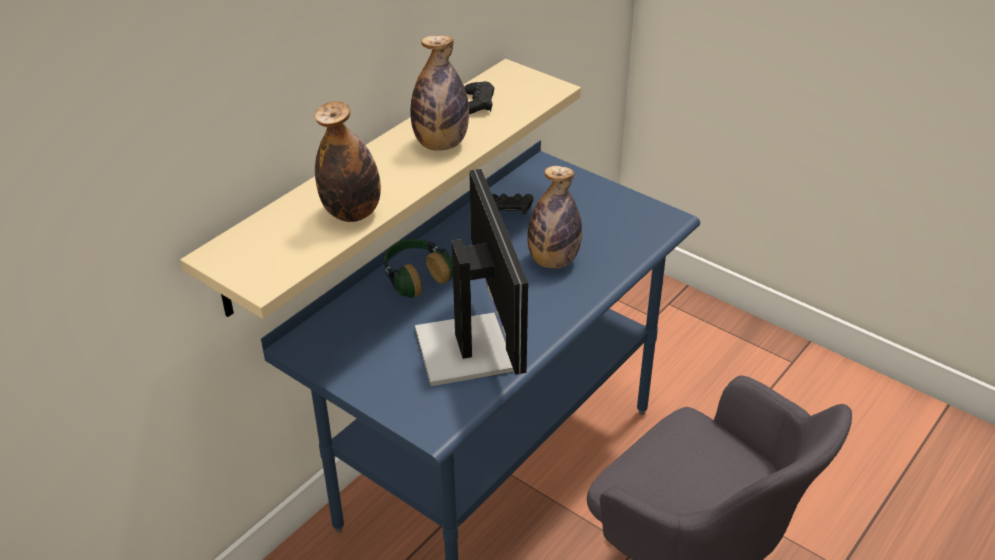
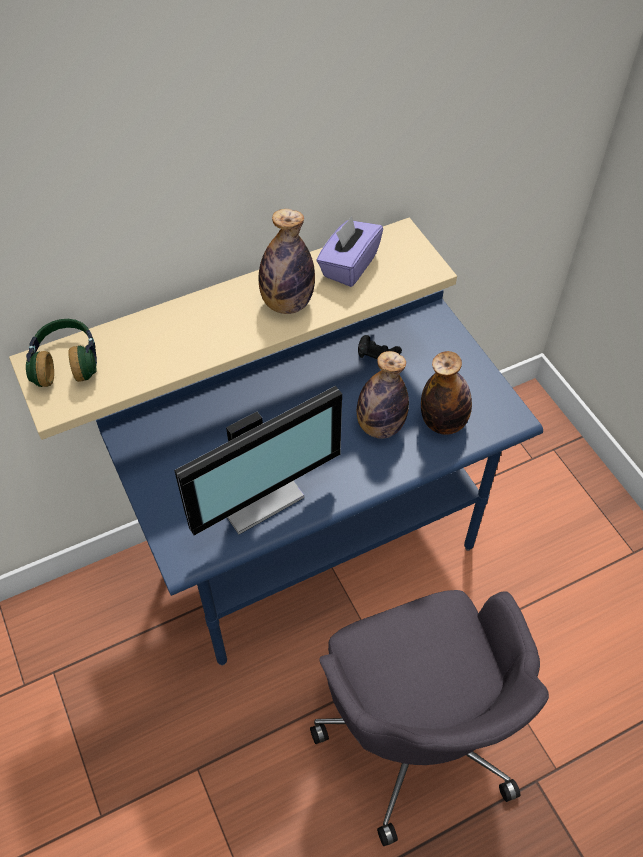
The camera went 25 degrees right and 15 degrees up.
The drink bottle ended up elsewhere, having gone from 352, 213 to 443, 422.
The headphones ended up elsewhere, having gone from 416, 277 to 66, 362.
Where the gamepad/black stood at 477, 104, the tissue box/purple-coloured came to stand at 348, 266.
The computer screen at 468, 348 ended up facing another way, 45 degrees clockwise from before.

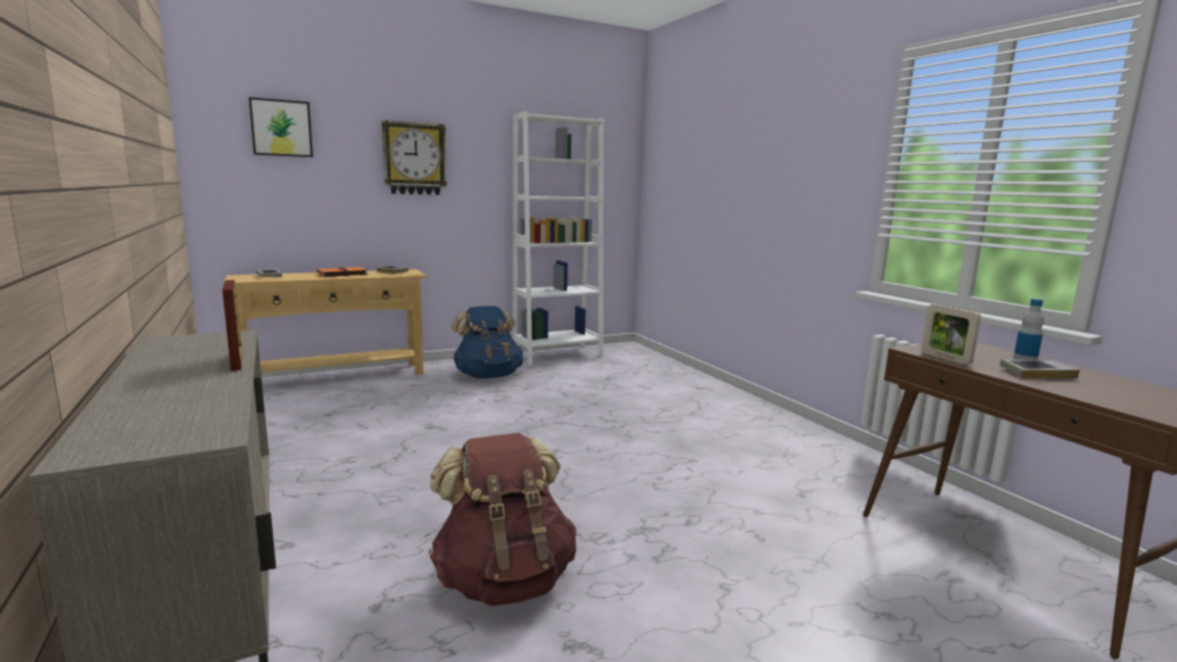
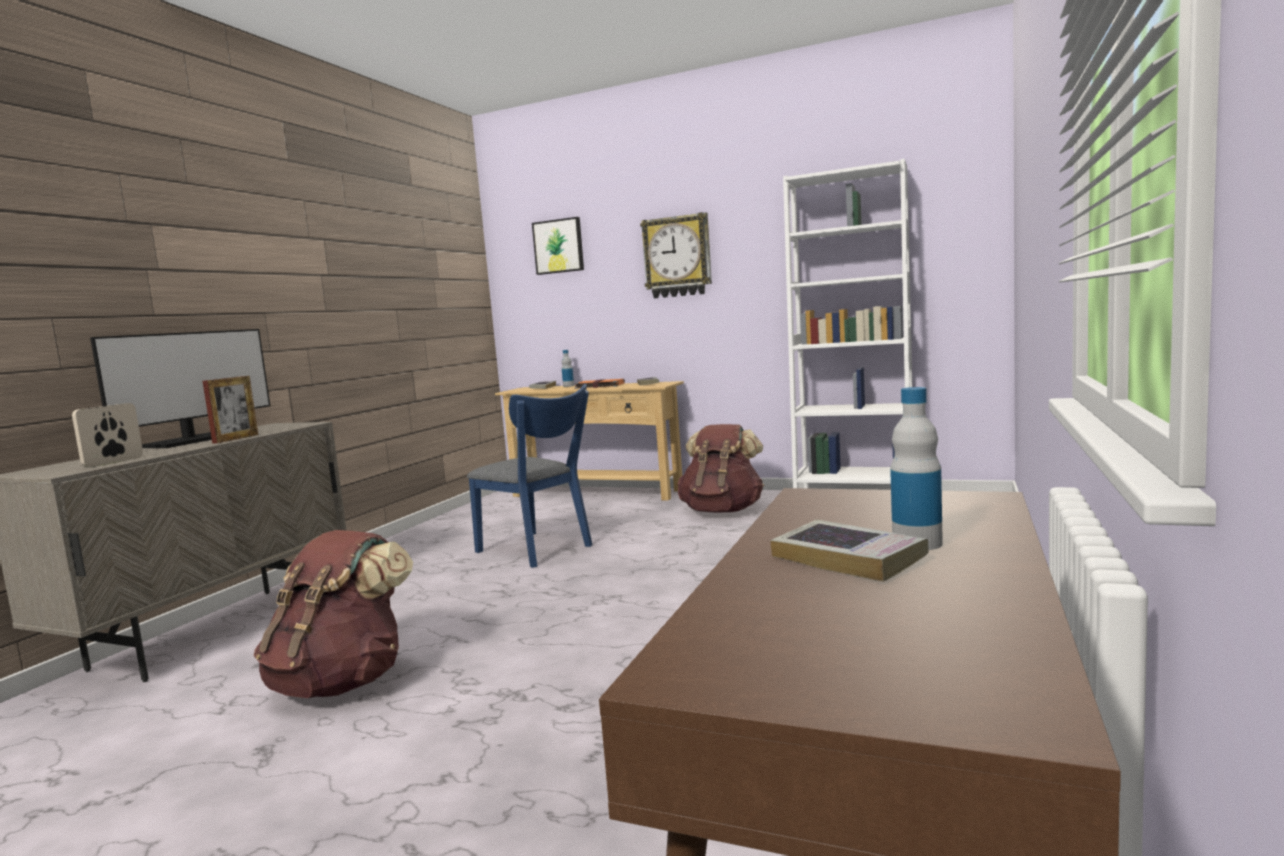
The camera went 50 degrees right and 5 degrees down.
The second view gained the computer screen at 195, 440.
The second view gained the chair/bluish at 539, 550.
The second view gained the drink bottle at 568, 386.
The photo frame ended up elsewhere, having gone from 945, 358 to 113, 462.
What was the rucksack/bluish at 488, 376 turned into the rucksack/brown at 722, 511.

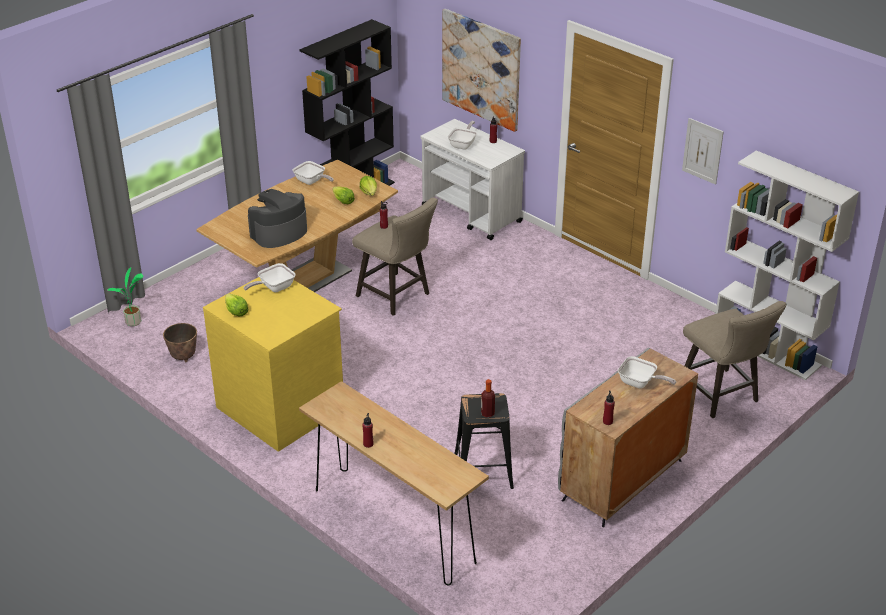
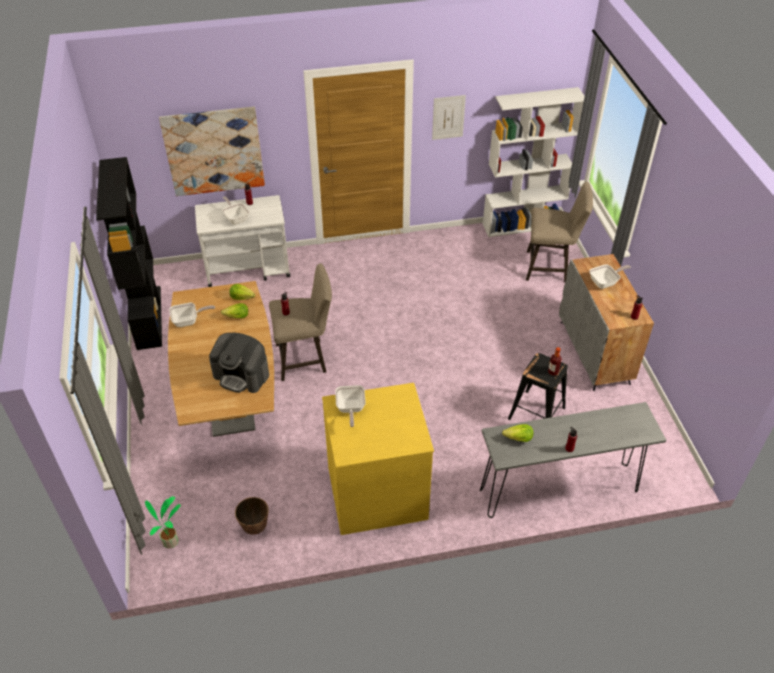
The camera went 55 degrees left and 10 degrees up.
The lettuce head ended up elsewhere, having gone from 236, 311 to 518, 438.
What was the console table/brown at 393, 525 turned into the console table/greyish at 559, 490.
The coffee maker at 278, 233 ended up facing another way, 60 degrees counterclockwise from before.

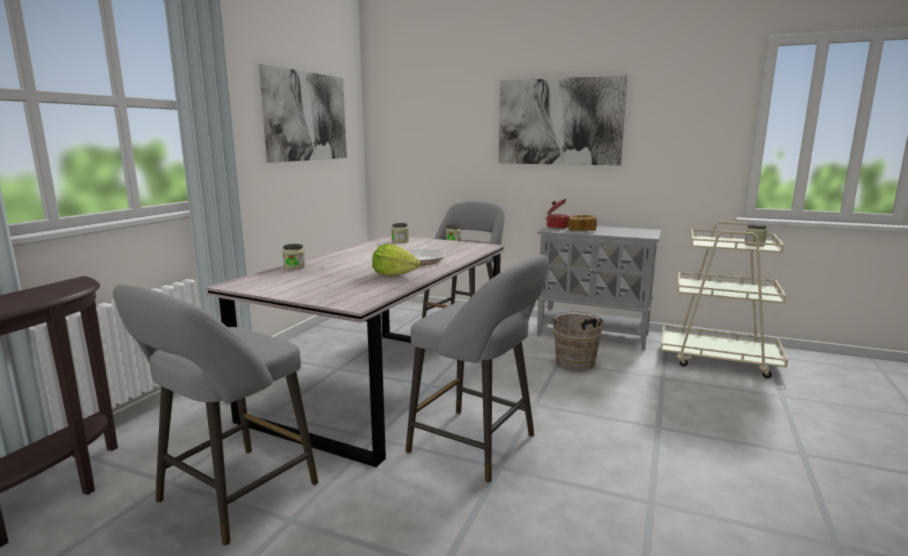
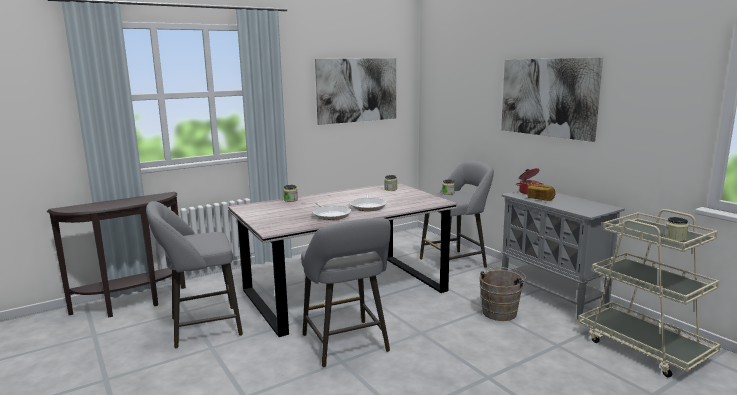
The camera went 35 degrees right and 0 degrees up.
Where the lettuce head stood at 394, 275, the frying pan came to stand at 331, 215.

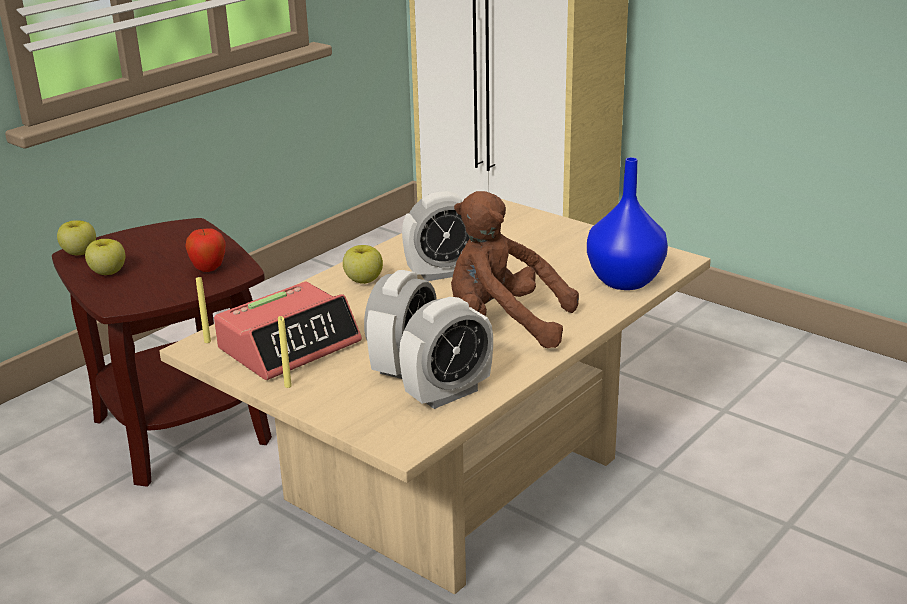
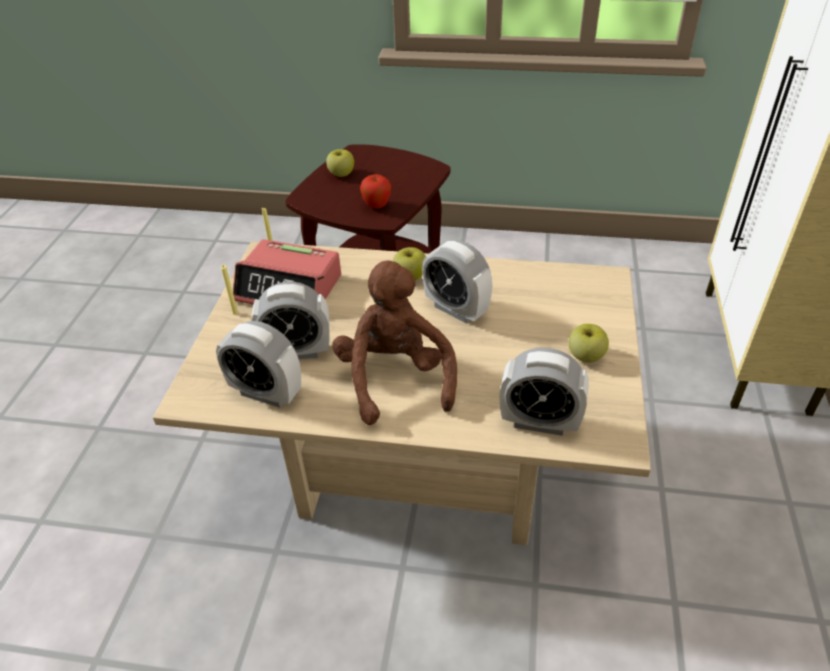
The camera went 60 degrees right and 15 degrees up.
The apple fruit ended up elsewhere, having gone from 79, 253 to 585, 356.
Where the flower vase/bluish stood at 624, 280, the table clock came to stand at 539, 422.

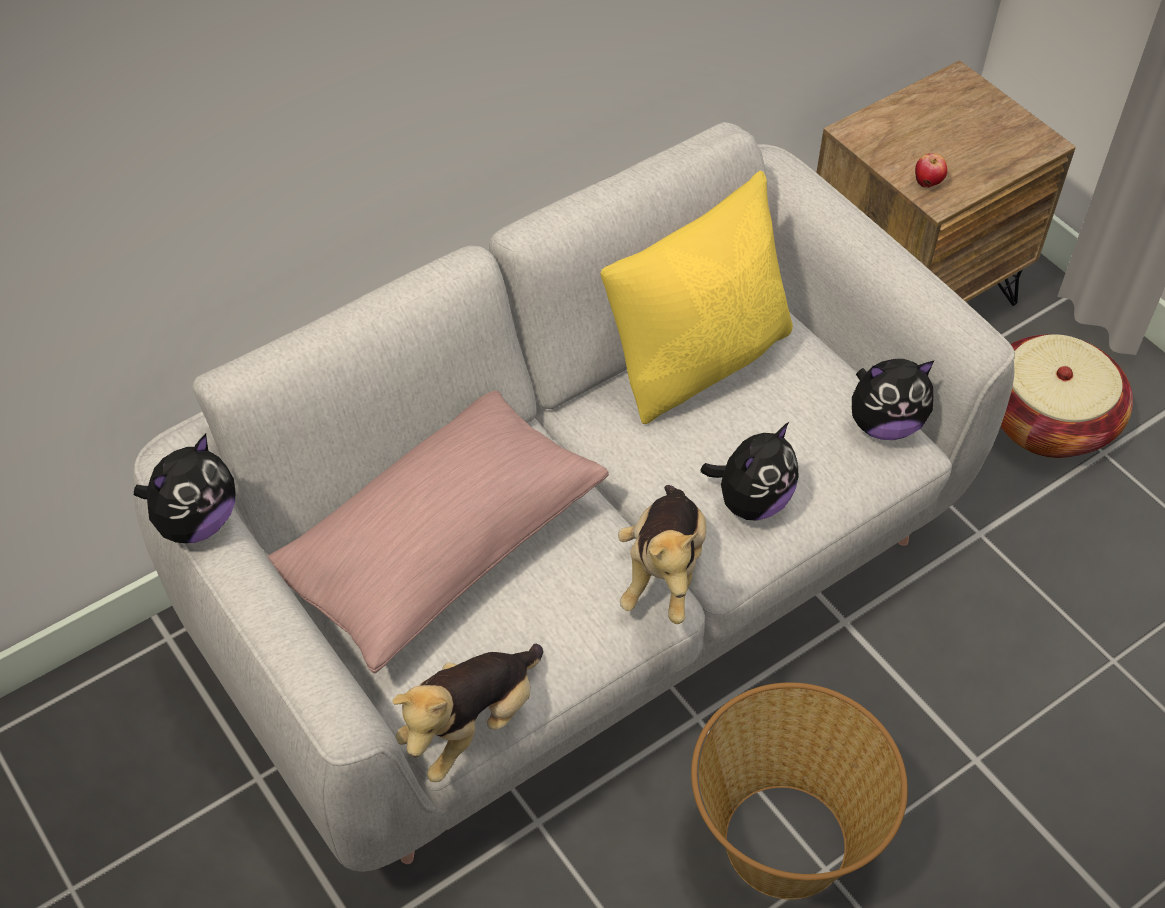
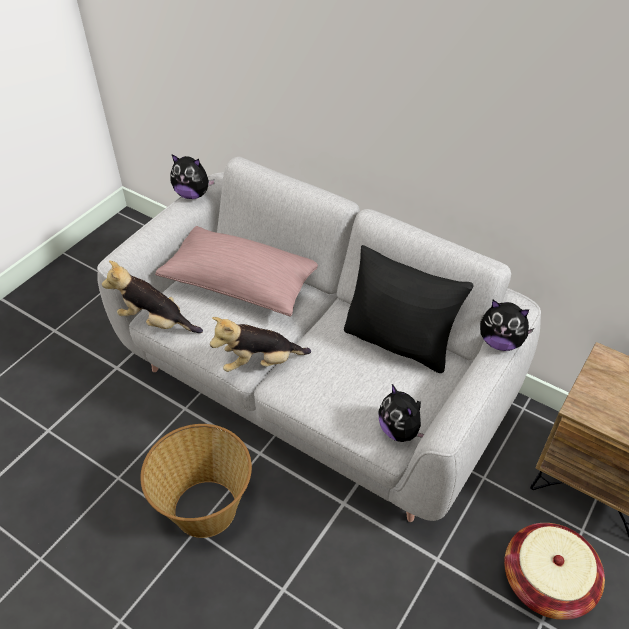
The camera went 70 degrees right and 5 degrees down.
The second view lost the apple fruit at 928, 184.
The cuddly toy ended up elsewhere, having gone from 751, 501 to 500, 342.
What was the cushion/yellow-coloured at 700, 359 turned into the cushion/black at 399, 342.

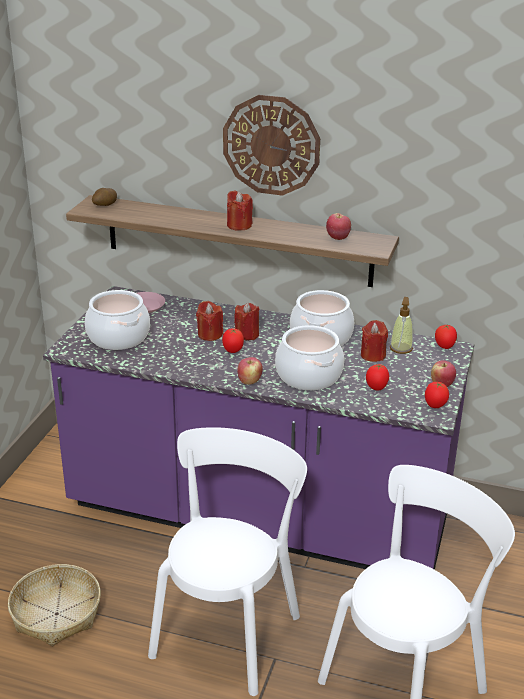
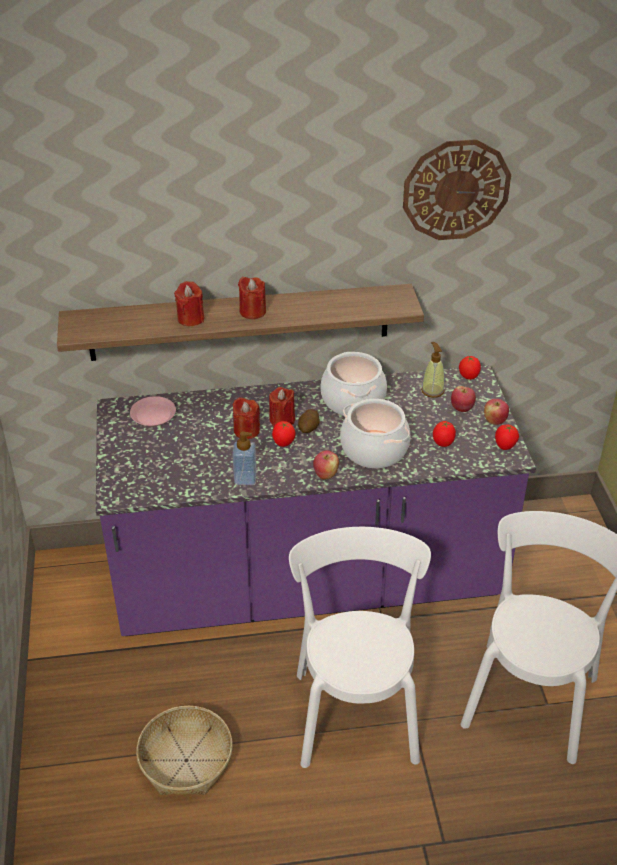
The camera went 25 degrees left and 10 degrees up.
The second view lost the stockpot at 119, 337.
The second view gained the soap dispenser at 245, 478.
The whole potato ended up elsewhere, having gone from 105, 205 to 309, 428.
The hanging clock ended up elsewhere, having gone from 271, 145 to 456, 190.
The apple fruit ended up elsewhere, having gone from 338, 238 to 462, 408.
The wax light/red ended up elsewhere, having gone from 373, 355 to 190, 318.

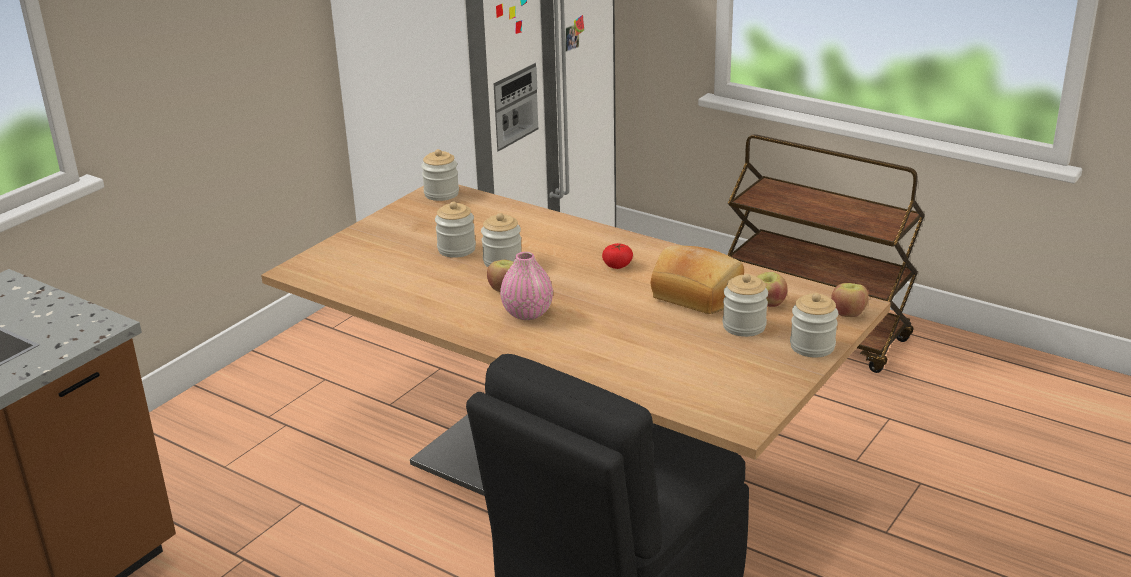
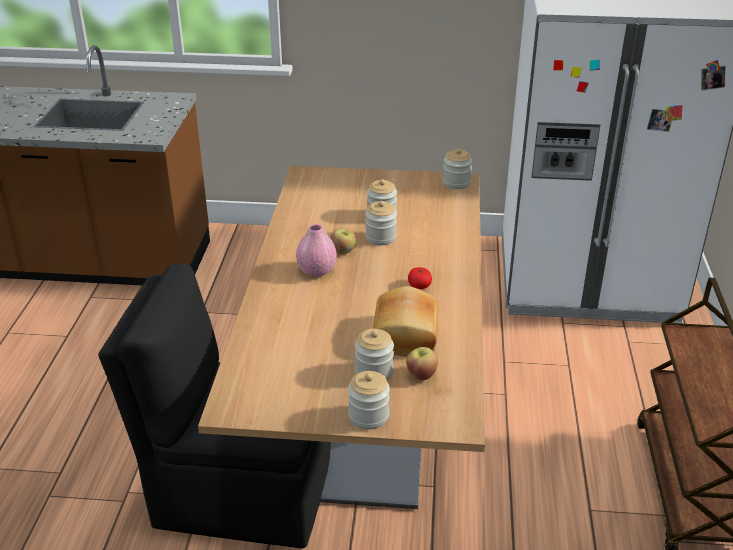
The camera went 60 degrees right and 5 degrees up.
The second view lost the apple fruit at 848, 313.

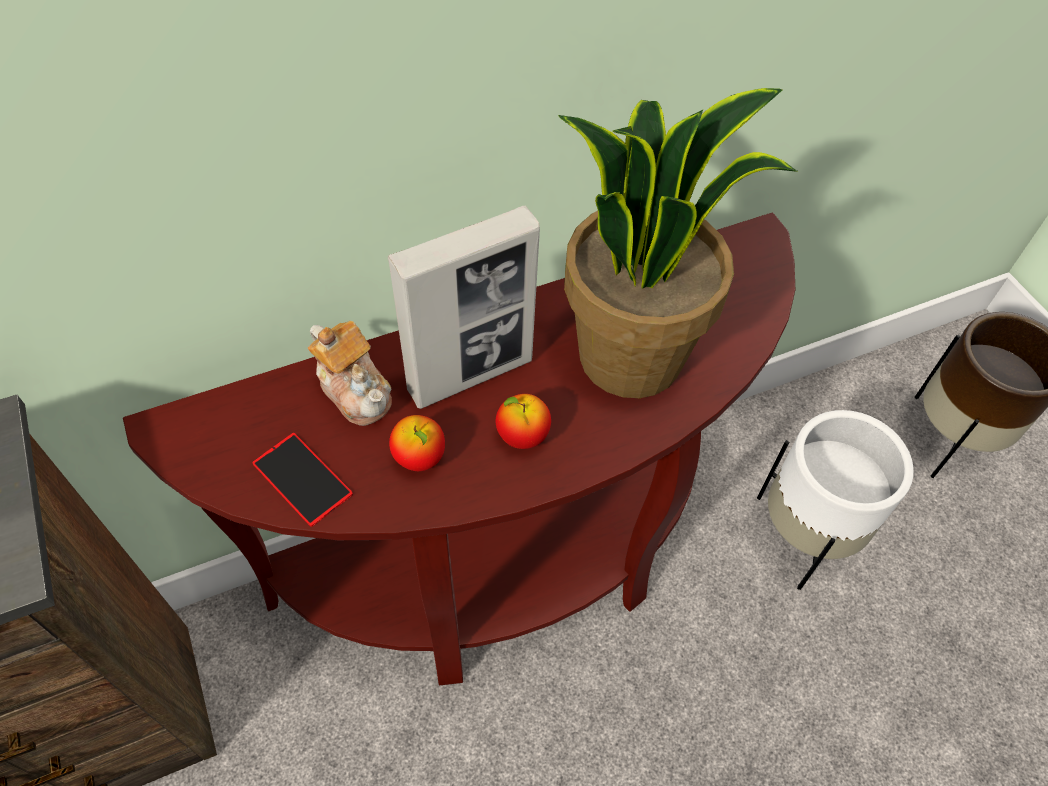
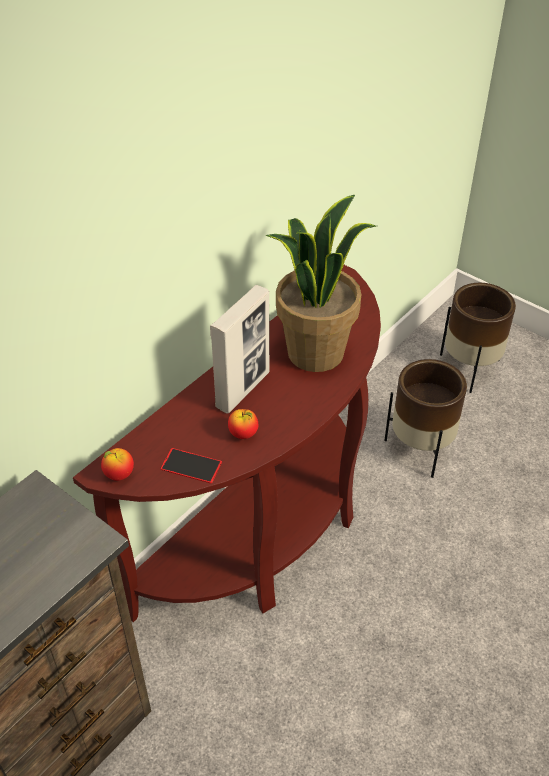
The camera went 25 degrees left and 10 degrees down.
The second view lost the tea pot at 355, 390.
The apple fruit ended up elsewhere, having gone from 522, 436 to 119, 474.
What was the plant pot/white-coloured at 804, 536 turned into the plant pot/brown at 420, 449.

